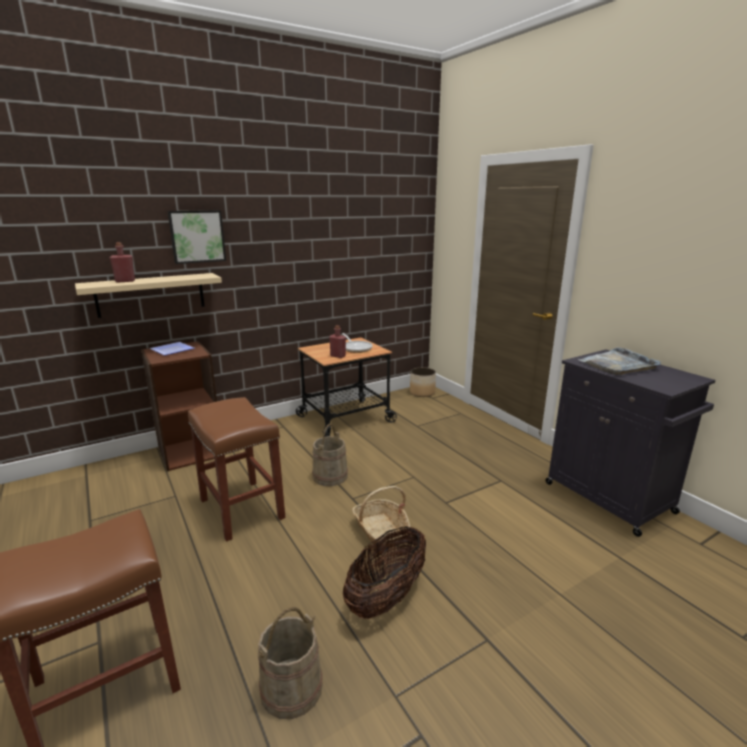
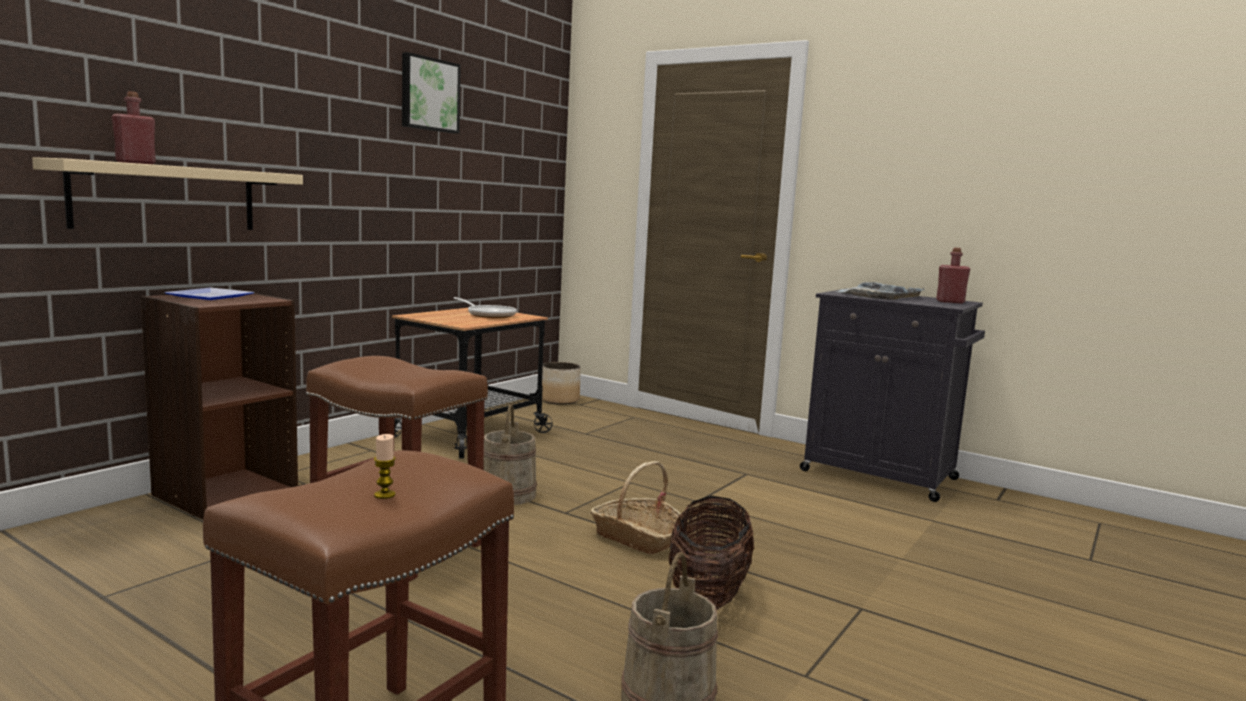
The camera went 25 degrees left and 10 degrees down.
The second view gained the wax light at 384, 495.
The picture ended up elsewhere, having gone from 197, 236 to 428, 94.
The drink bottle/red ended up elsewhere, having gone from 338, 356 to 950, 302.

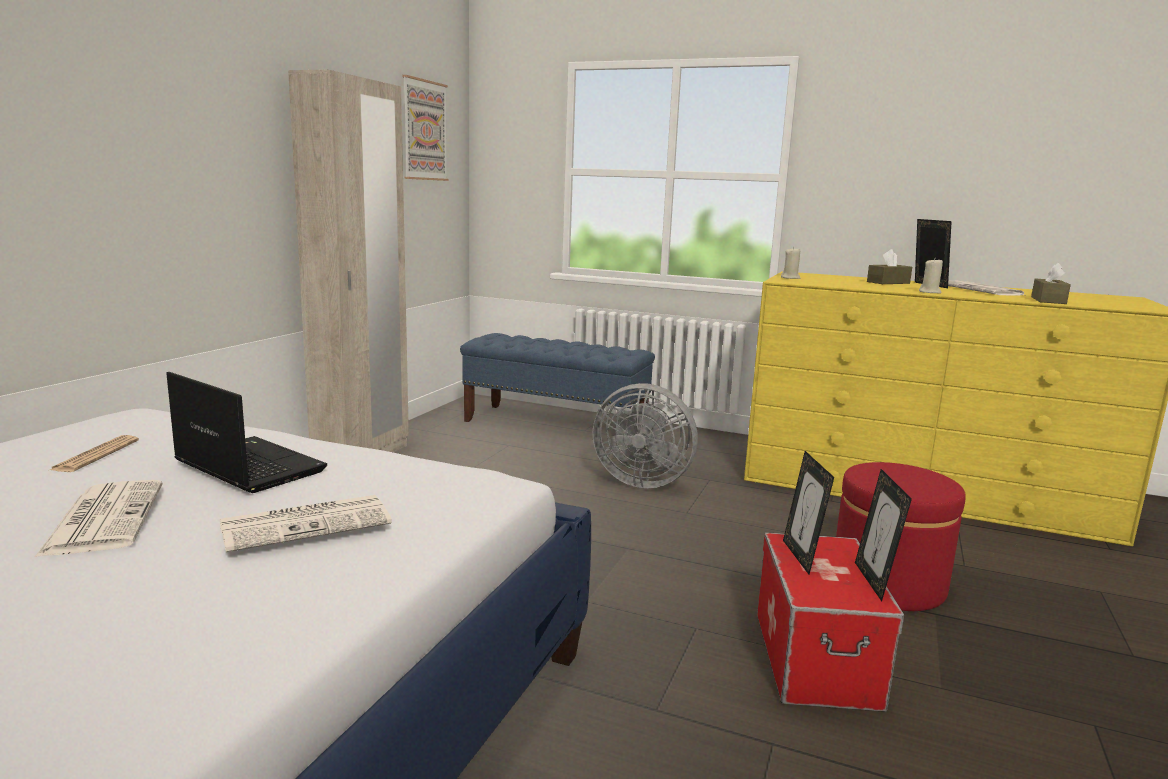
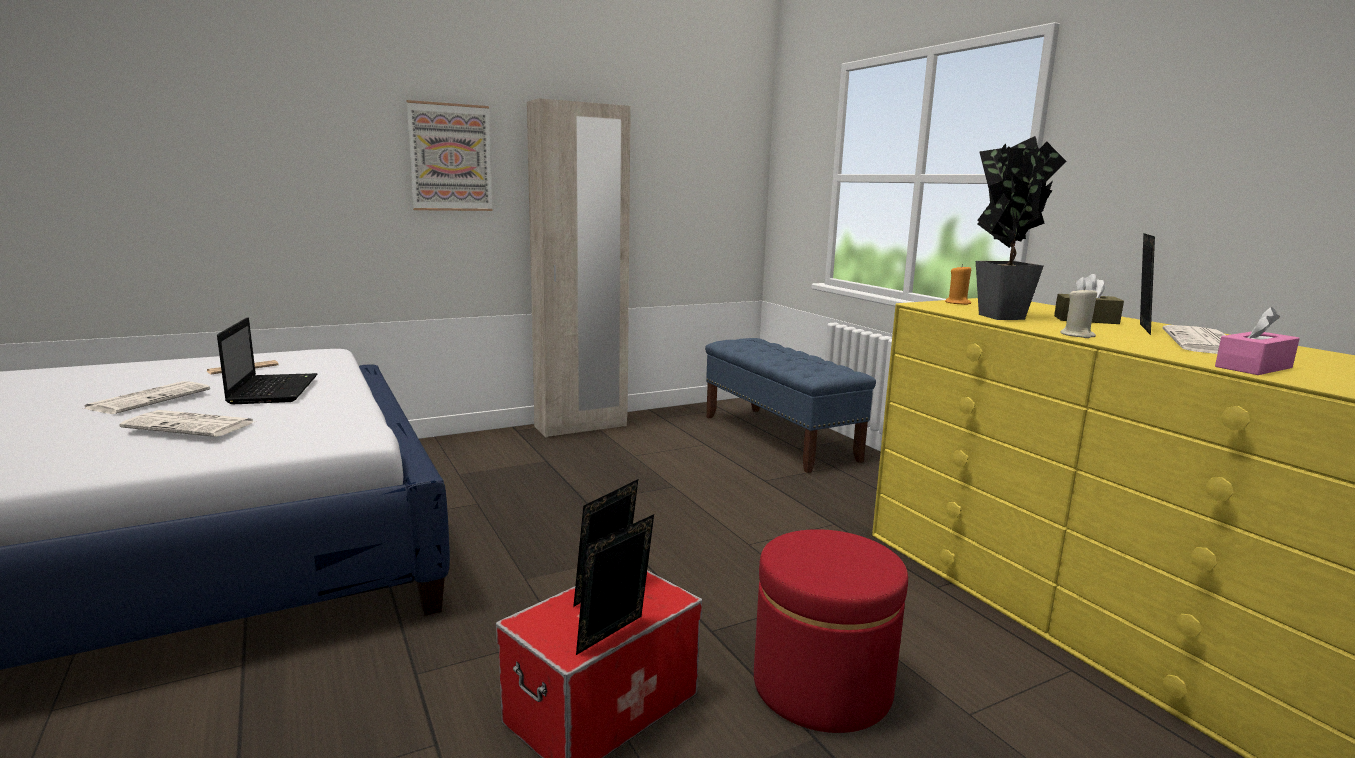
The camera went 40 degrees right and 0 degrees up.
The second view lost the cooling fan/greyish at 641, 481.
The second view gained the houseplant at 1000, 315.
The picture ended up elsewhere, having gone from 424, 130 to 450, 157.
What was the wax light/beige-coloured at 790, 278 turned into the wax light/orangey at 958, 303.
What was the tissue box/brown at 1048, 300 turned into the tissue box/pink-coloured at 1253, 367.

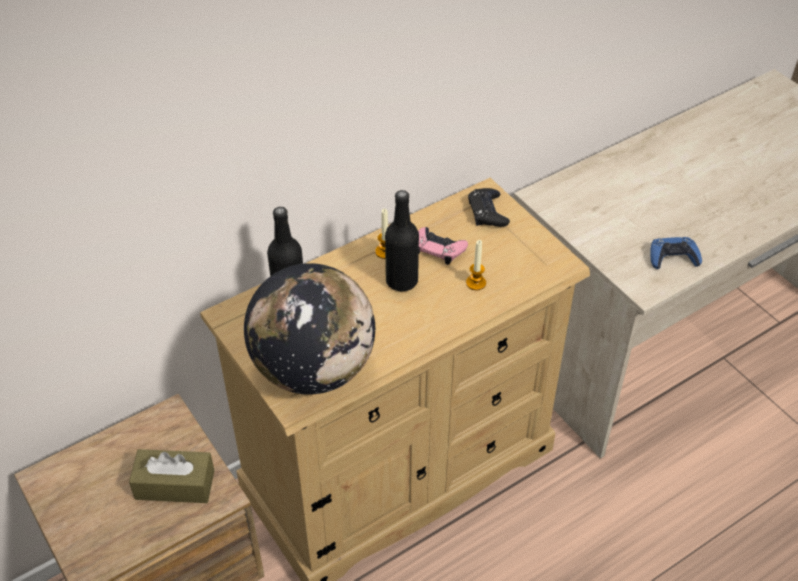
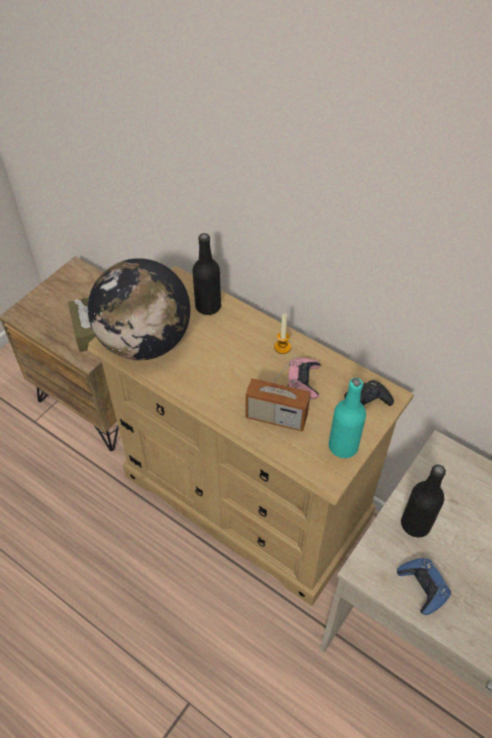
The camera went 70 degrees right and 5 degrees up.
The second view gained the drink bottle/blue-green at 343, 446.
The drink bottle/black ended up elsewhere, having gone from 401, 281 to 415, 524.
Where the wax light stood at 476, 283, the radio receiver came to stand at 276, 417.

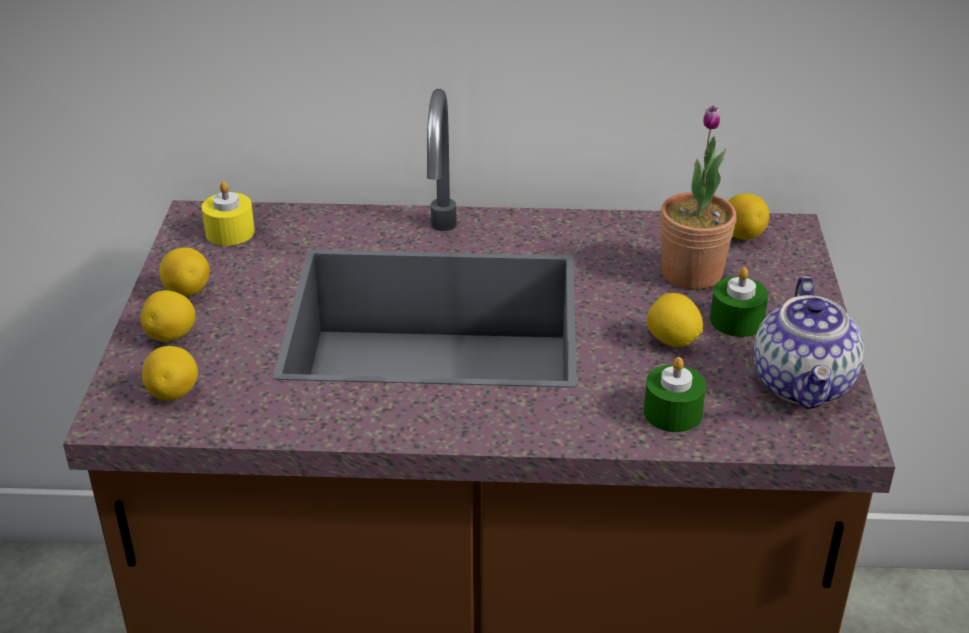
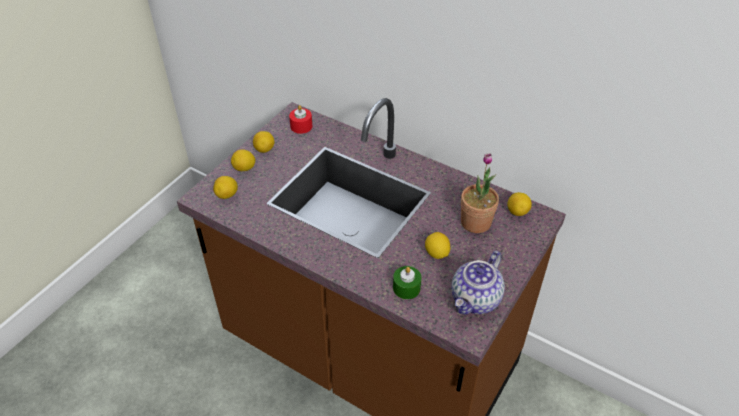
The camera went 30 degrees right and 10 degrees up.
The second view lost the wax light/green-coloured at 736, 320.
What was the wax light/yellow-coloured at 230, 232 turned into the wax light/red at 301, 126.

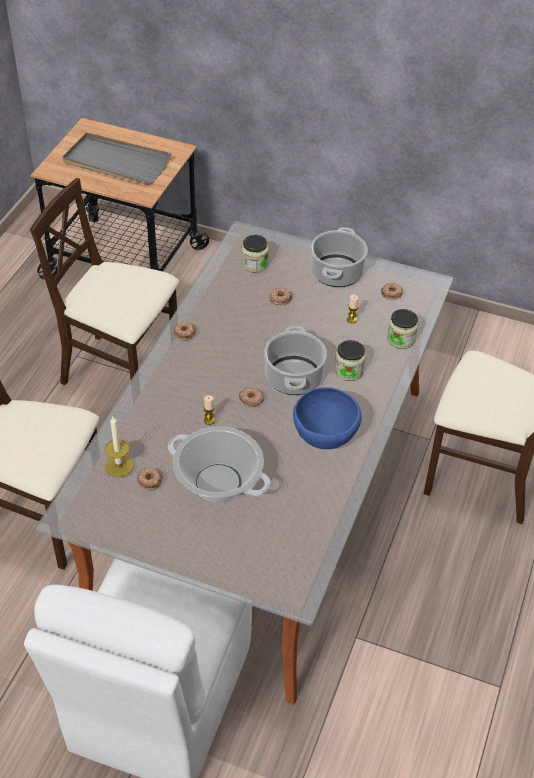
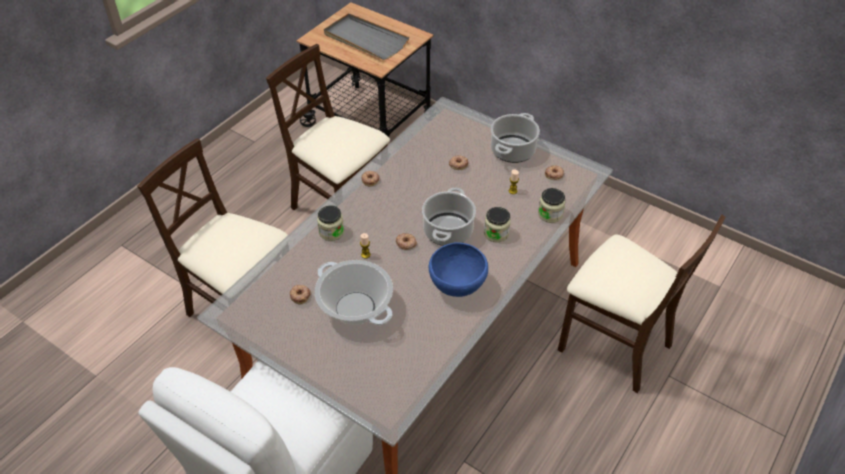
The camera went 15 degrees right and 0 degrees up.
The second view lost the wax light at 119, 466.
The storage jar ended up elsewhere, having gone from 254, 264 to 331, 232.

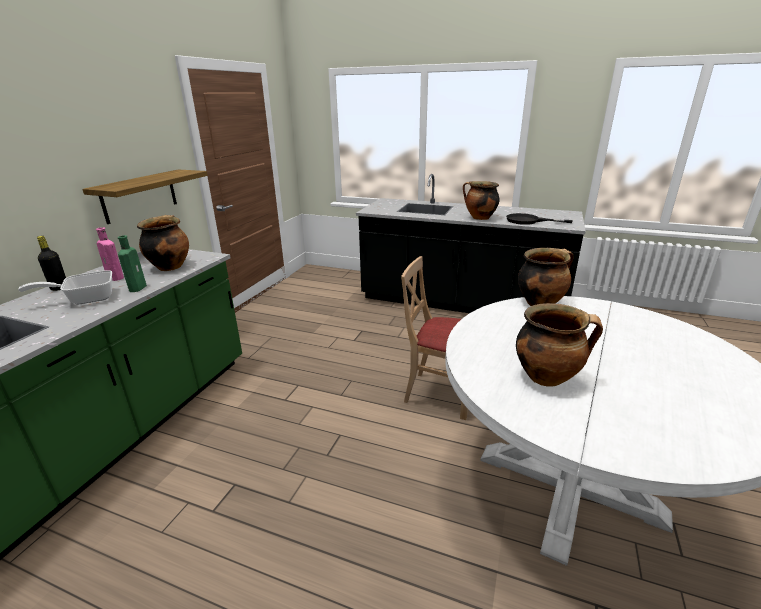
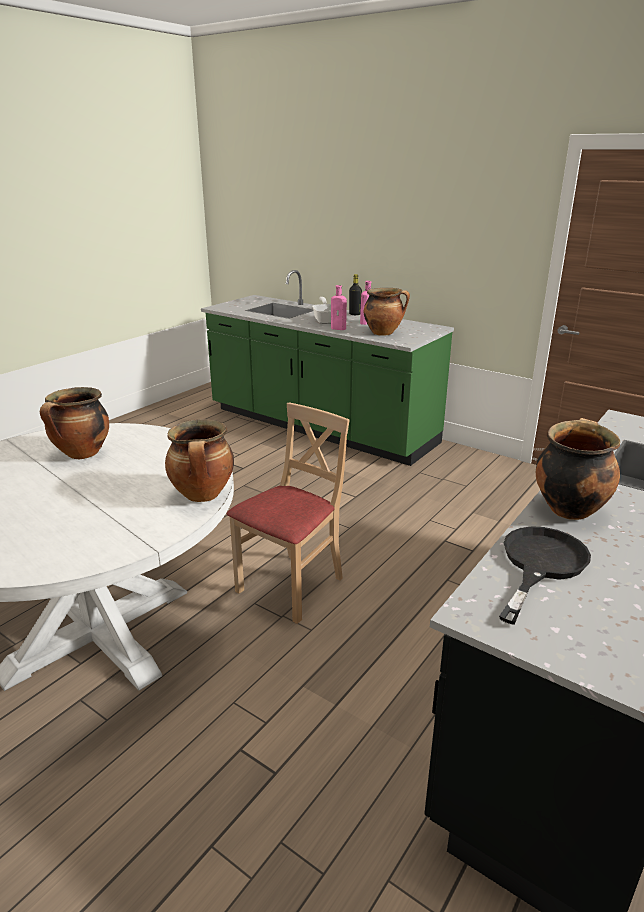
The camera went 105 degrees right and 0 degrees up.
The second view lost the shelf at 139, 195.
What was the drink bottle/green-coloured at 138, 287 turned into the drink bottle/pink-coloured at 339, 328.

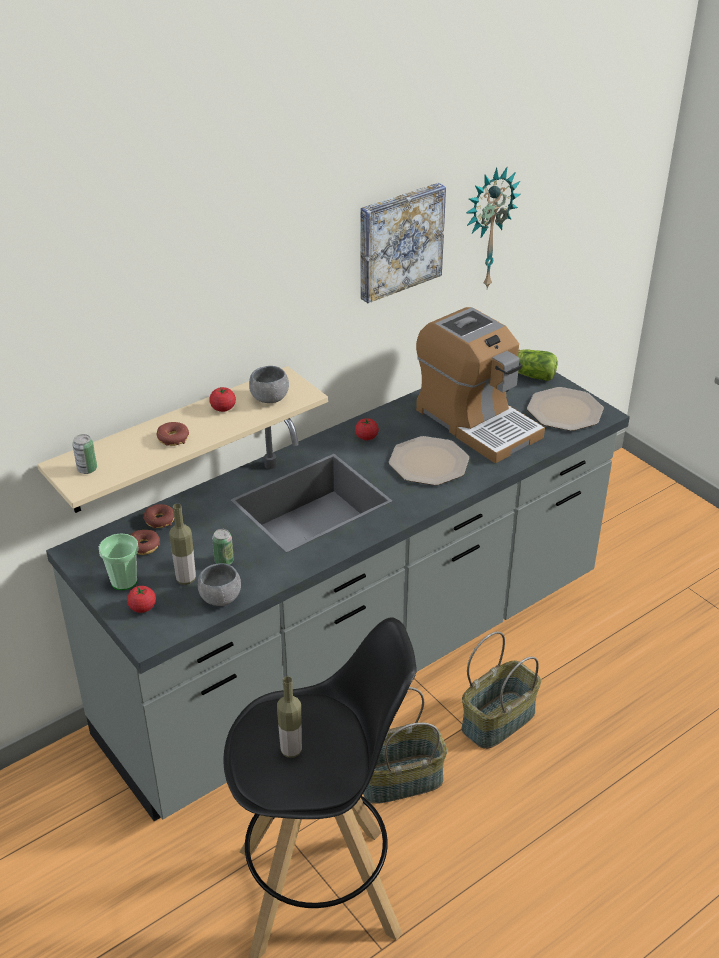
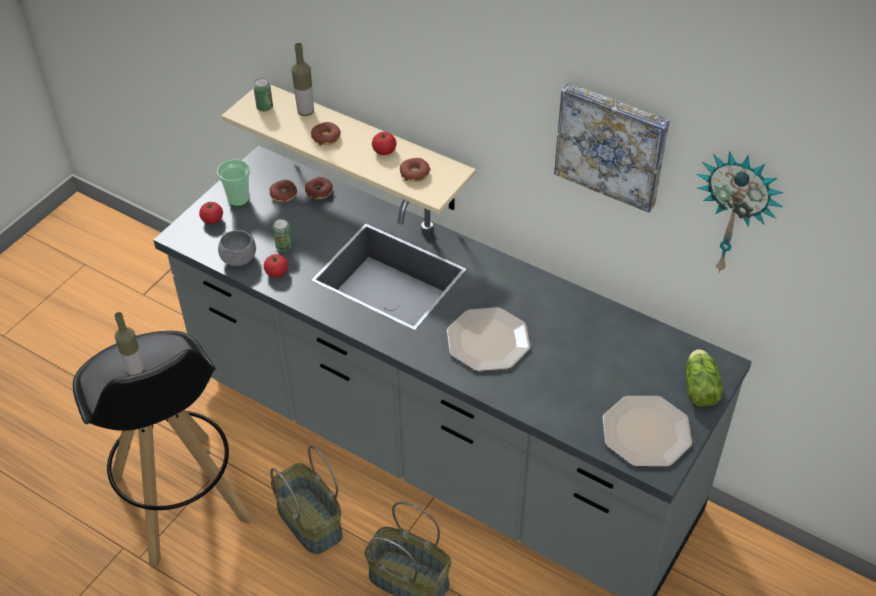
The camera went 70 degrees right and 10 degrees up.
The second view lost the coffee maker at 476, 422.
The drink bottle ended up elsewhere, having gone from 186, 579 to 305, 112.
The tomato ended up elsewhere, having gone from 366, 437 to 277, 272.
Where the serving bowl/greyish stood at 269, 398, the ring doughnut came to stand at 415, 173.

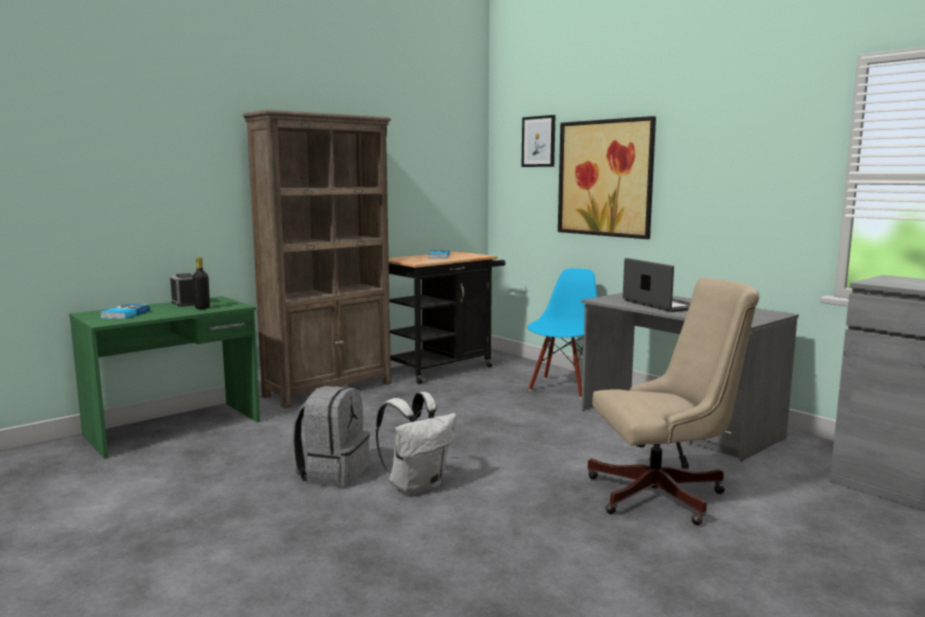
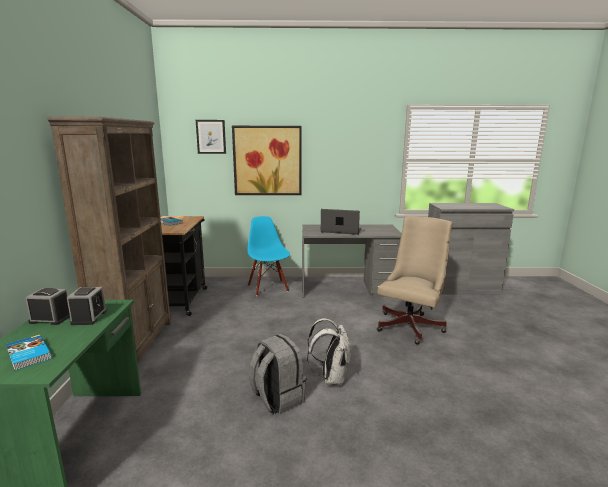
The camera went 50 degrees left and 5 degrees up.
Where the drink bottle/black stood at 202, 308, the table clock came to stand at 89, 317.

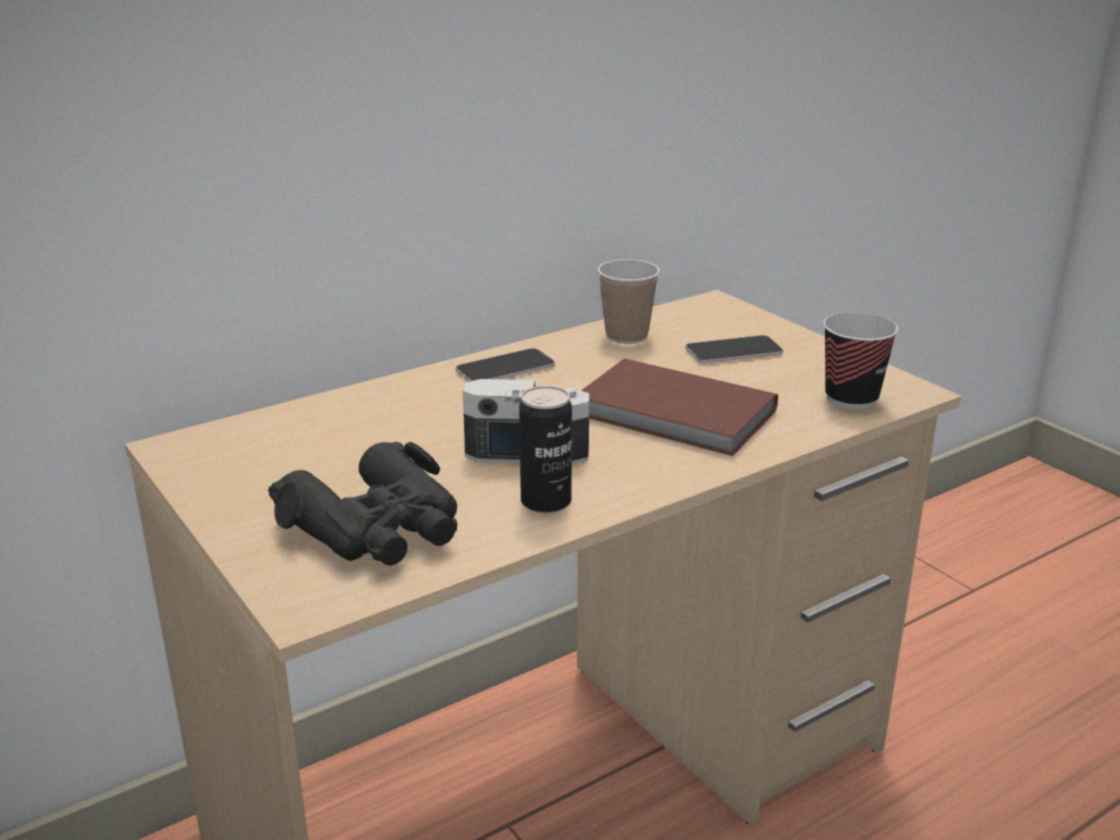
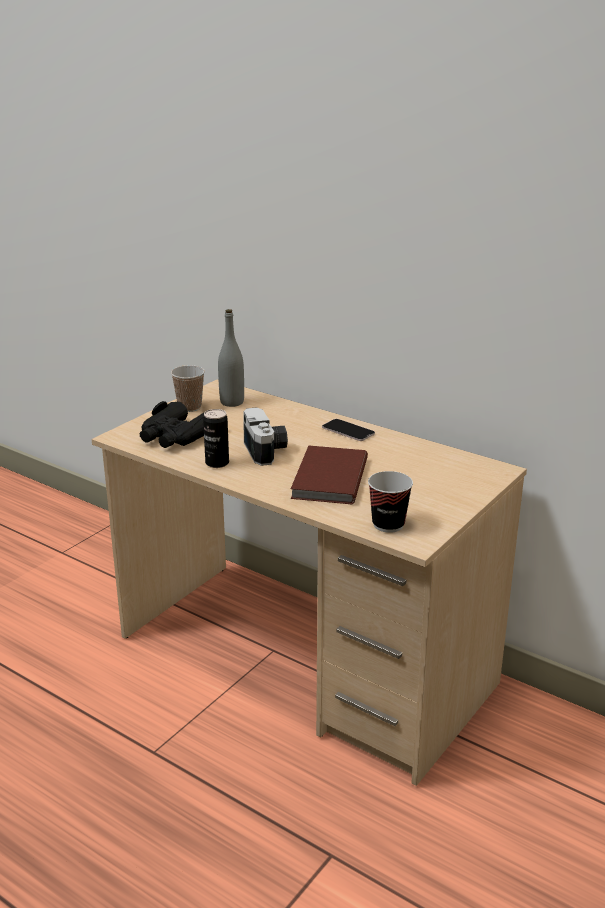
The camera went 70 degrees right and 0 degrees up.
The second view lost the handset at 733, 351.
The second view gained the drink bottle/greyish at 232, 402.
The drinking cup ended up elsewhere, having gone from 626, 336 to 189, 407.

